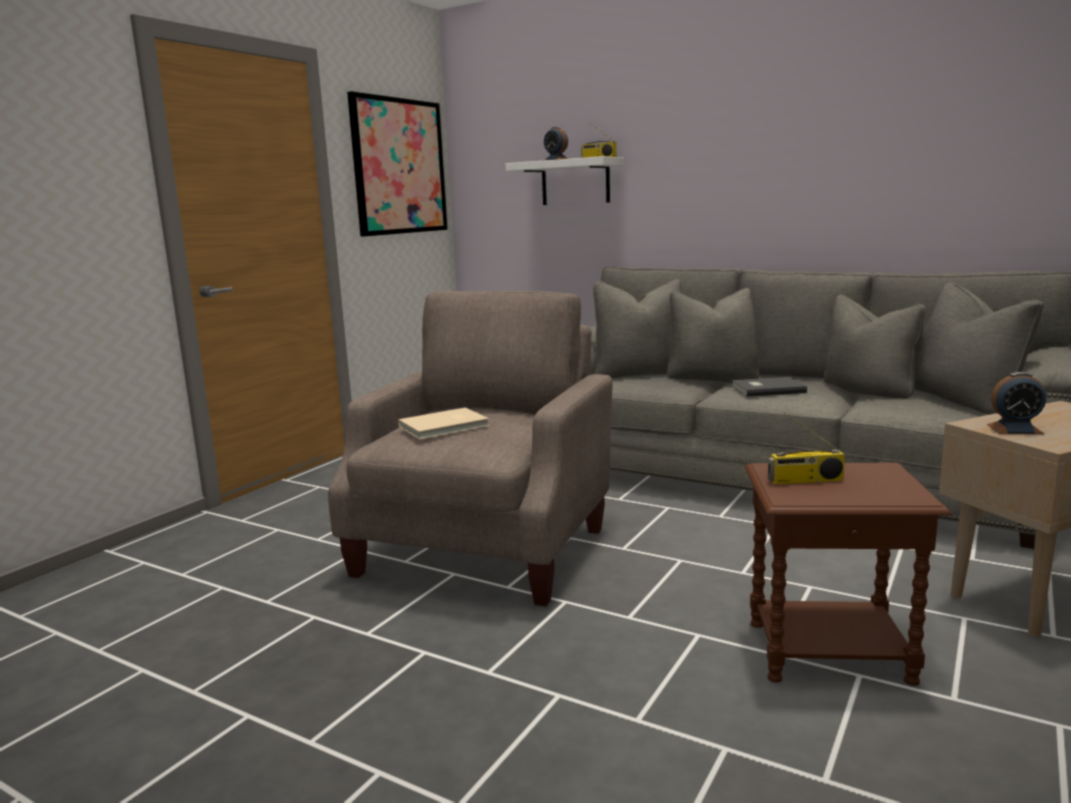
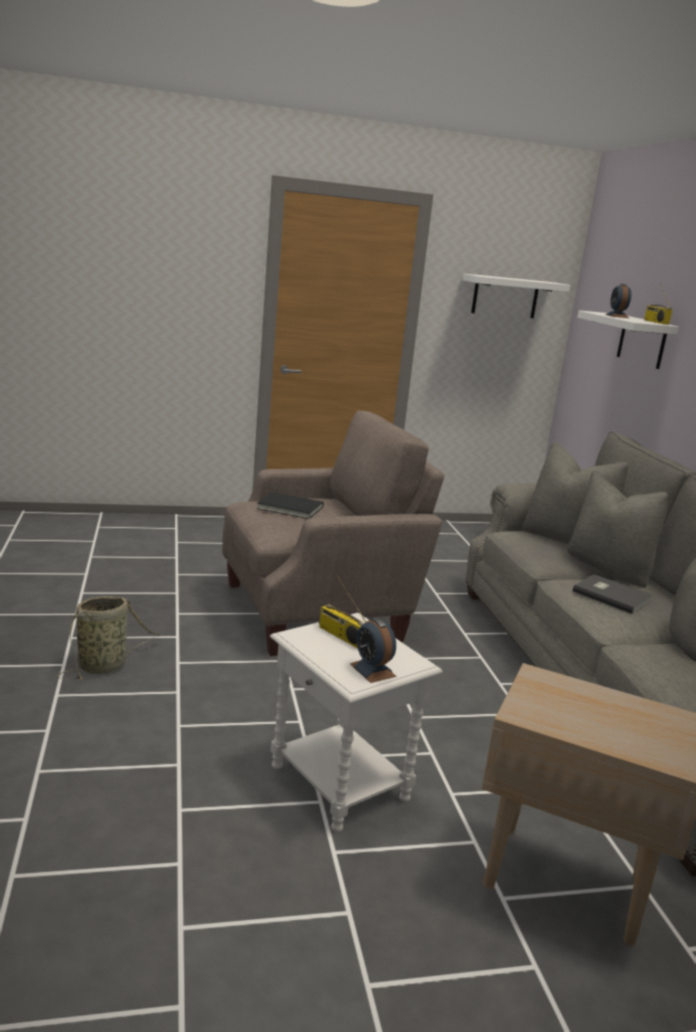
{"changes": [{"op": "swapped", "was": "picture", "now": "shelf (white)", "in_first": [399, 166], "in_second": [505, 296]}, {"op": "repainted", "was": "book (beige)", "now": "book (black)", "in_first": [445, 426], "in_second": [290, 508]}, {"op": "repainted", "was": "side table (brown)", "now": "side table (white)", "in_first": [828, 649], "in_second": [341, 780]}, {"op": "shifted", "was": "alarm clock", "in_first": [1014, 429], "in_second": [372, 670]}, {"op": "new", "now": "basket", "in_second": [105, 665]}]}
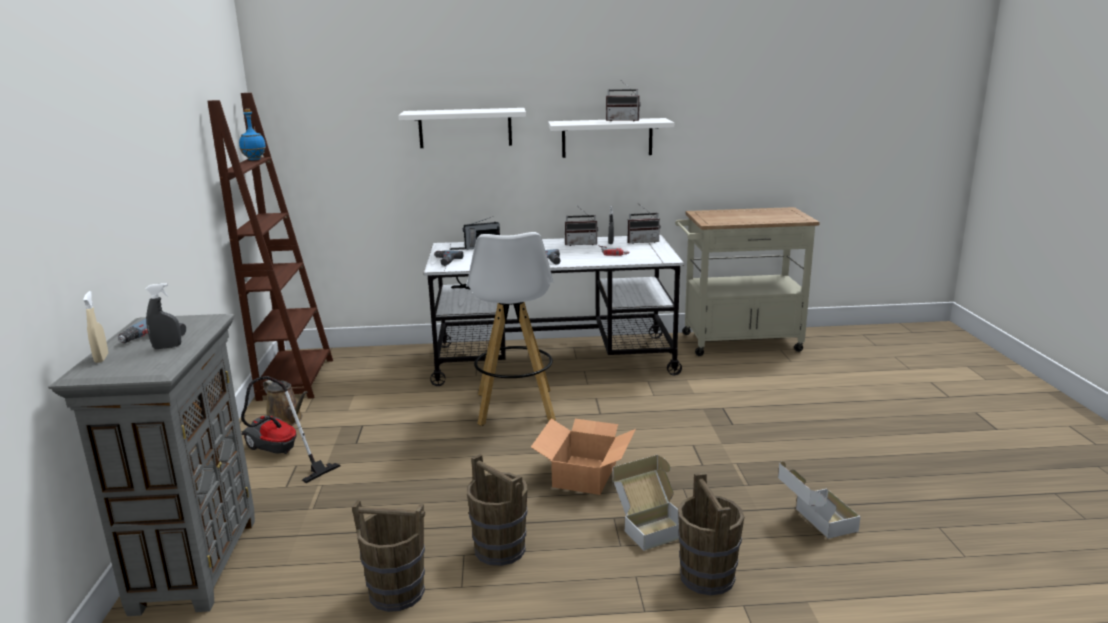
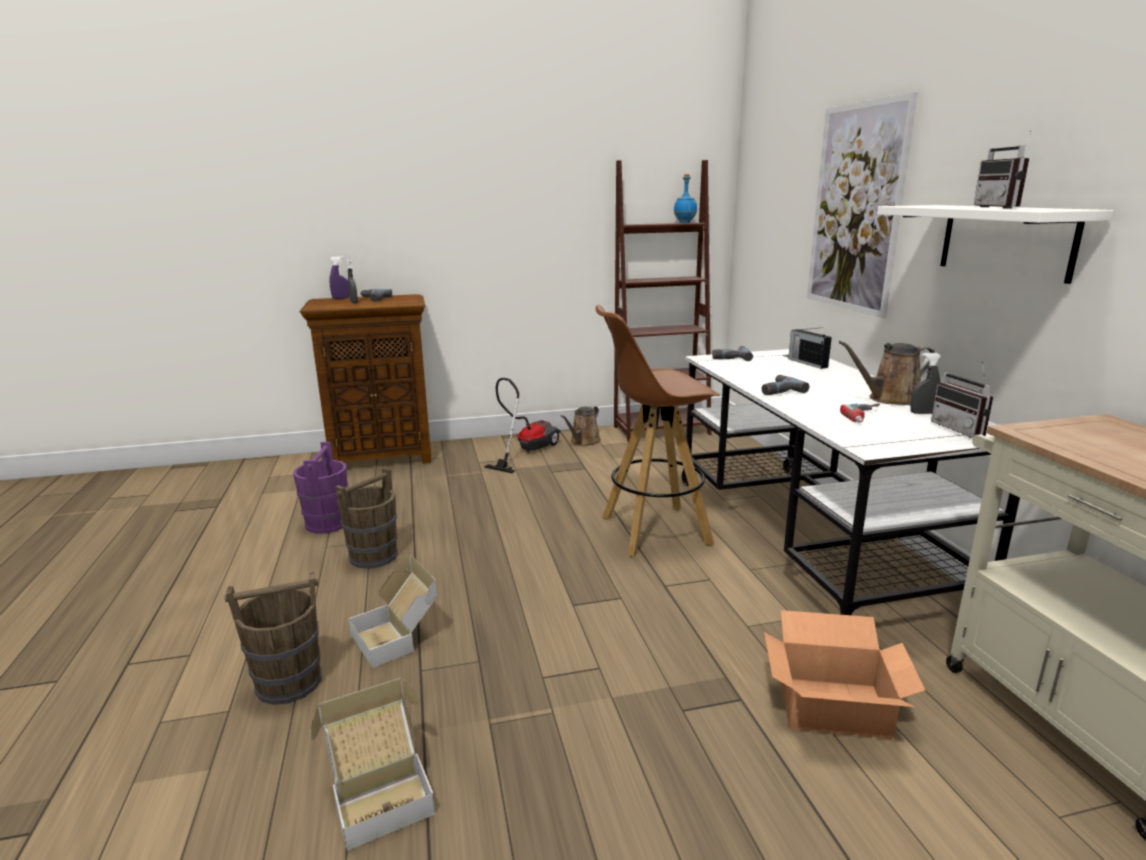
{"changes": [{"op": "repainted", "was": "cabinet (grey)", "now": "cabinet (brown)", "in_first": [195, 563], "in_second": [383, 458]}, {"op": "repainted", "was": "spray bottle (beige)", "now": "spray bottle (purple)", "in_first": [101, 358], "in_second": [340, 298]}, {"op": "repainted", "was": "bucket (brown)", "now": "bucket (purple)", "in_first": [396, 592], "in_second": [328, 523]}, {"op": "swapped", "was": "shelf (white)", "now": "picture", "in_first": [465, 128], "in_second": [856, 209]}, {"op": "repainted", "was": "stool (white)", "now": "stool (brown)", "in_first": [514, 408], "in_second": [653, 530]}, {"op": "shifted", "was": "cardboard box", "in_first": [585, 474], "in_second": [834, 707]}, {"op": "swapped", "was": "radio", "now": "watering can (brown)", "in_first": [581, 244], "in_second": [890, 399]}]}
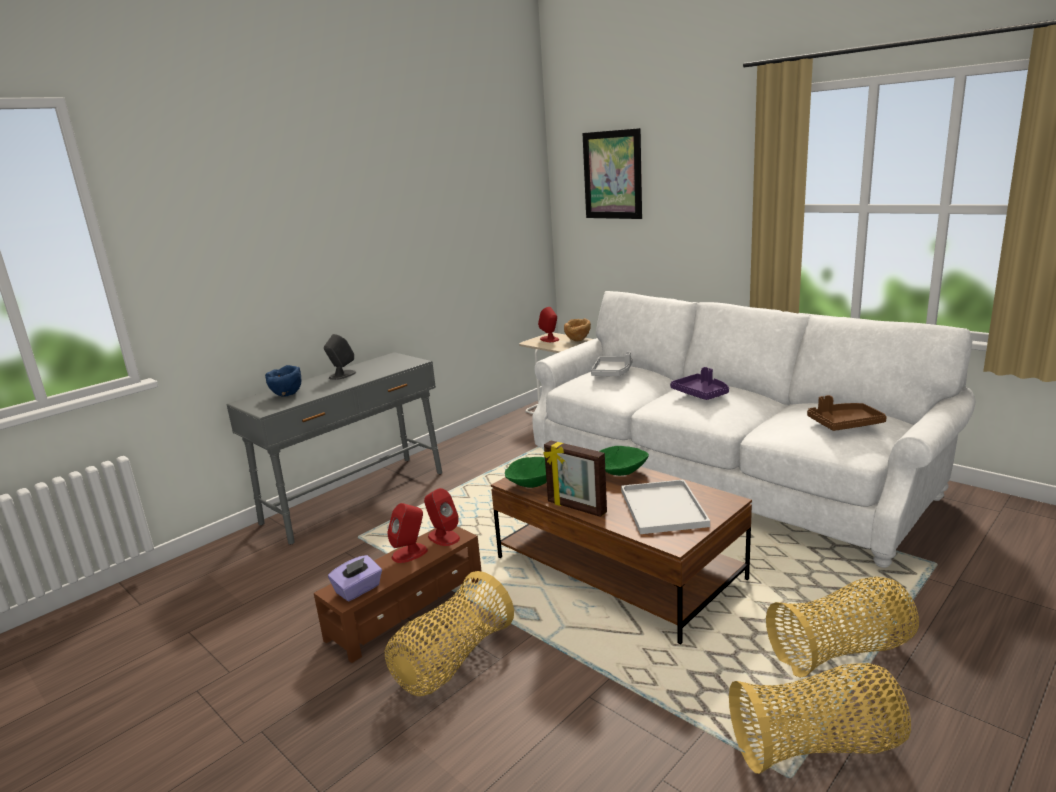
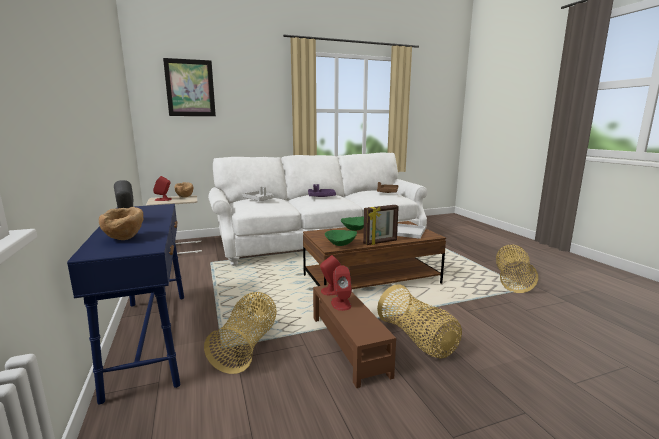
{"changes": [{"op": "repainted", "was": "console table (grey)", "now": "console table (blue)", "in_first": [356, 498], "in_second": [152, 338]}, {"op": "repainted", "was": "bowl (blue)", "now": "bowl (brown)", "in_first": [287, 395], "in_second": [125, 239]}, {"op": "gone", "was": "tissue box (purple)", "in_first": [358, 590]}, {"op": "shifted", "was": "basket", "in_first": [842, 652], "in_second": [247, 346]}]}
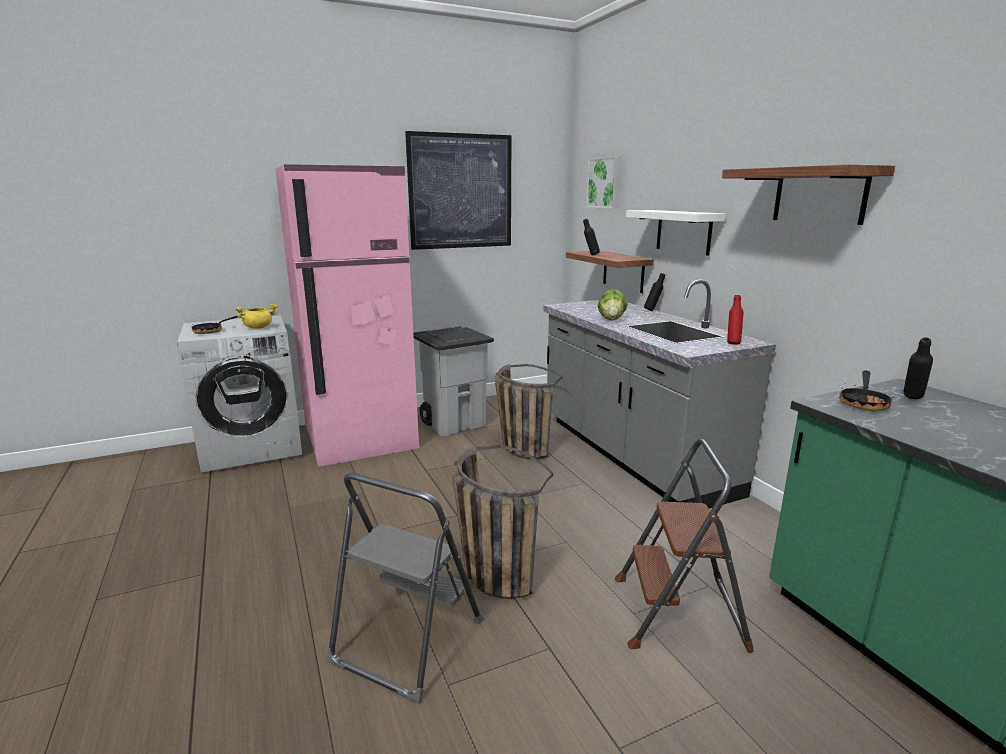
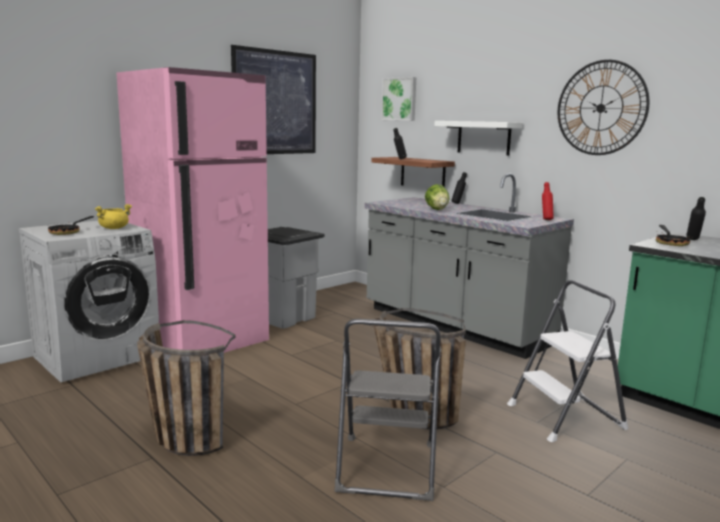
{"changes": [{"op": "shifted", "was": "basket", "in_first": [518, 445], "in_second": [178, 436]}, {"op": "repainted", "was": "step ladder (brown)", "now": "step ladder (white)", "in_first": [684, 613], "in_second": [569, 416]}, {"op": "swapped", "was": "shelf", "now": "wall clock", "in_first": [819, 195], "in_second": [601, 108]}]}
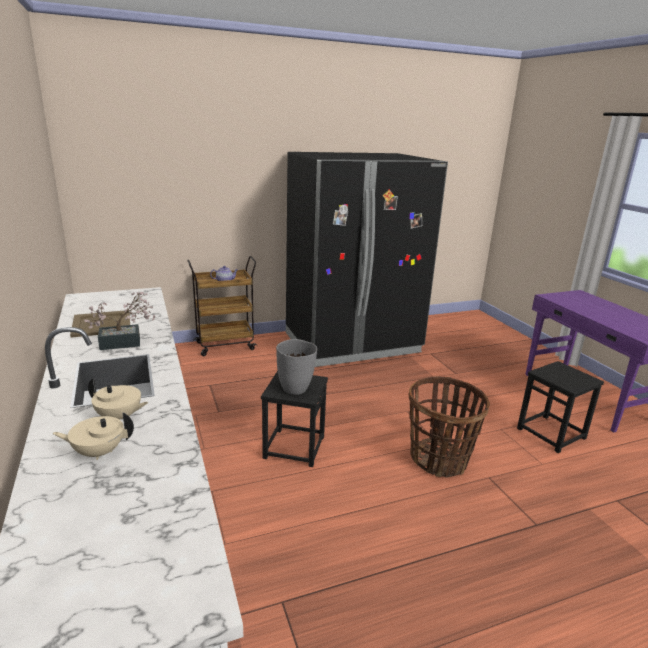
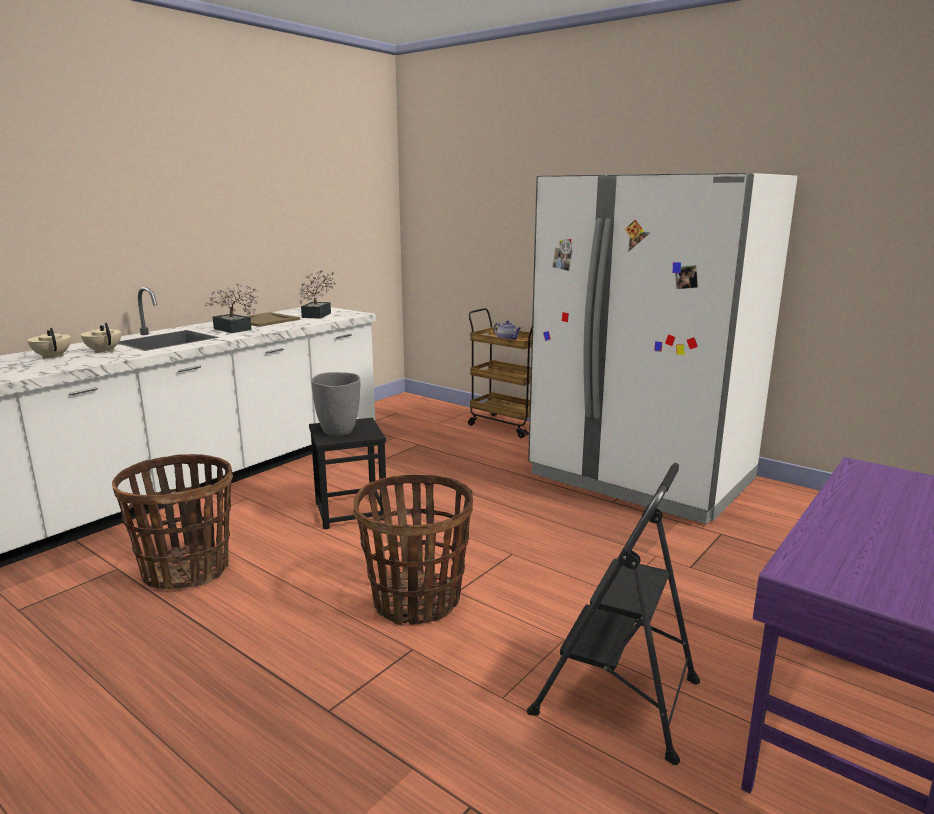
{"changes": [{"op": "rotated", "was": "teapot (beige)", "in_first": [119, 417], "in_second": [104, 351], "clockwise": 150}, {"op": "repainted", "was": "fridge (black)", "now": "fridge (white)", "in_first": [352, 343], "in_second": [641, 477]}, {"op": "swapped", "was": "stool (black)", "now": "step ladder (black)", "in_first": [551, 433], "in_second": [621, 697]}, {"op": "new", "now": "basket", "in_second": [186, 570]}, {"op": "new", "now": "potted plant", "in_second": [318, 314]}]}
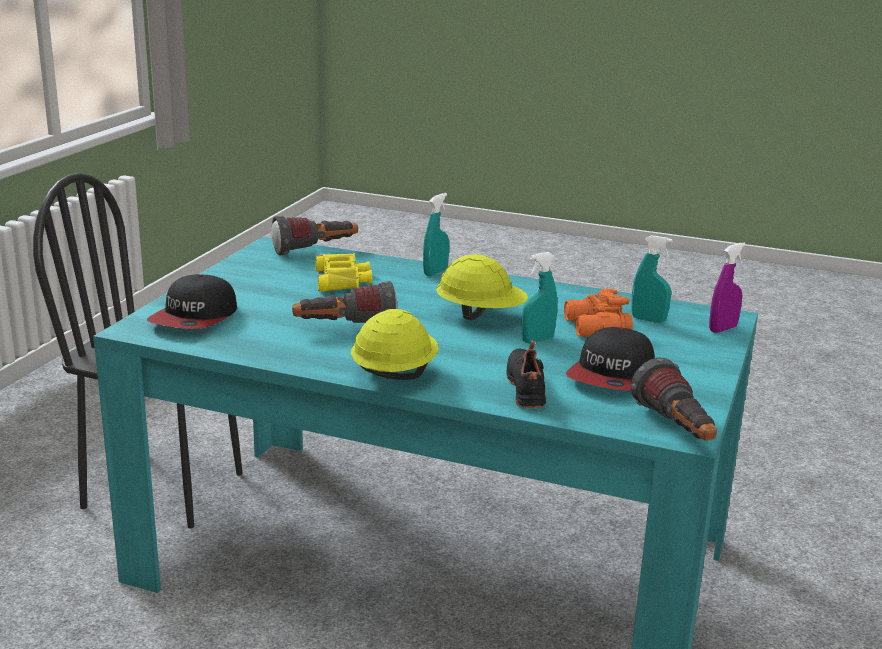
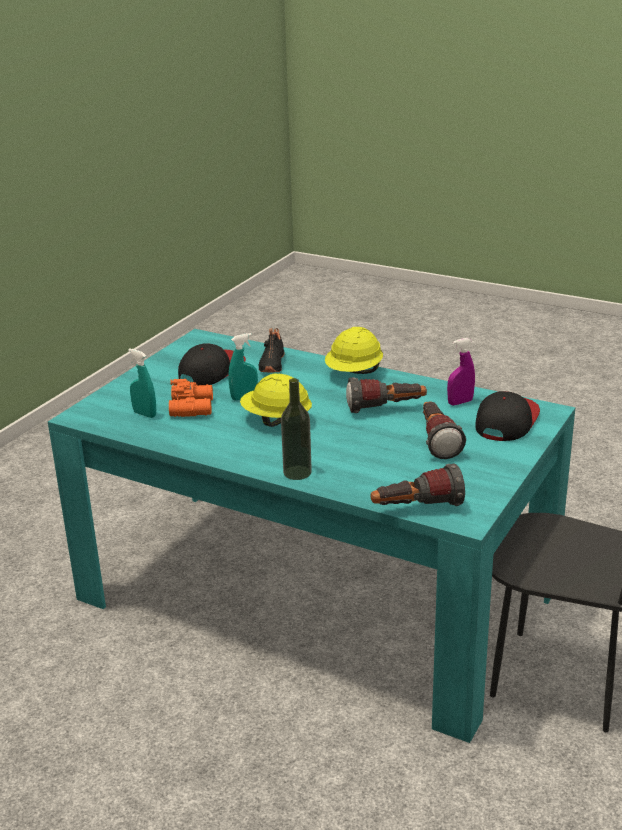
{"changes": [{"op": "gone", "was": "binoculars (yellow)", "in_first": [342, 280]}, {"op": "swapped", "was": "spray bottle (turquoise)", "now": "bottle", "in_first": [435, 272], "in_second": [297, 472]}, {"op": "shifted", "was": "flashlight", "in_first": [676, 431], "in_second": [437, 441]}, {"op": "shifted", "was": "spray bottle (purple)", "in_first": [722, 329], "in_second": [460, 402]}]}
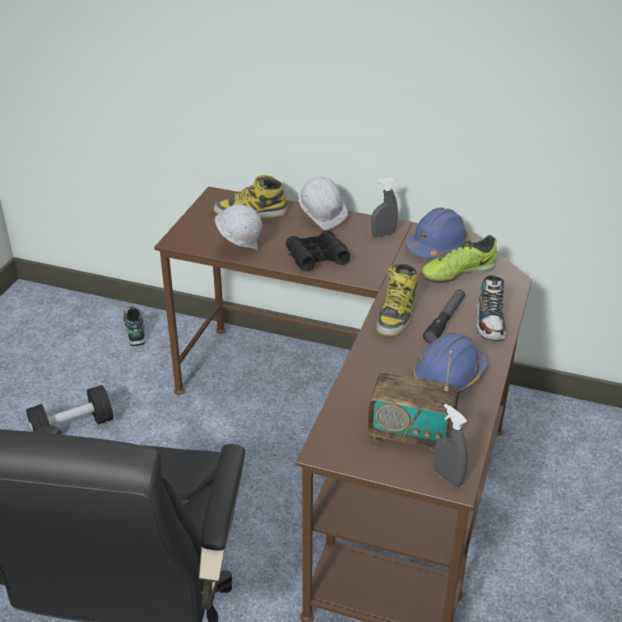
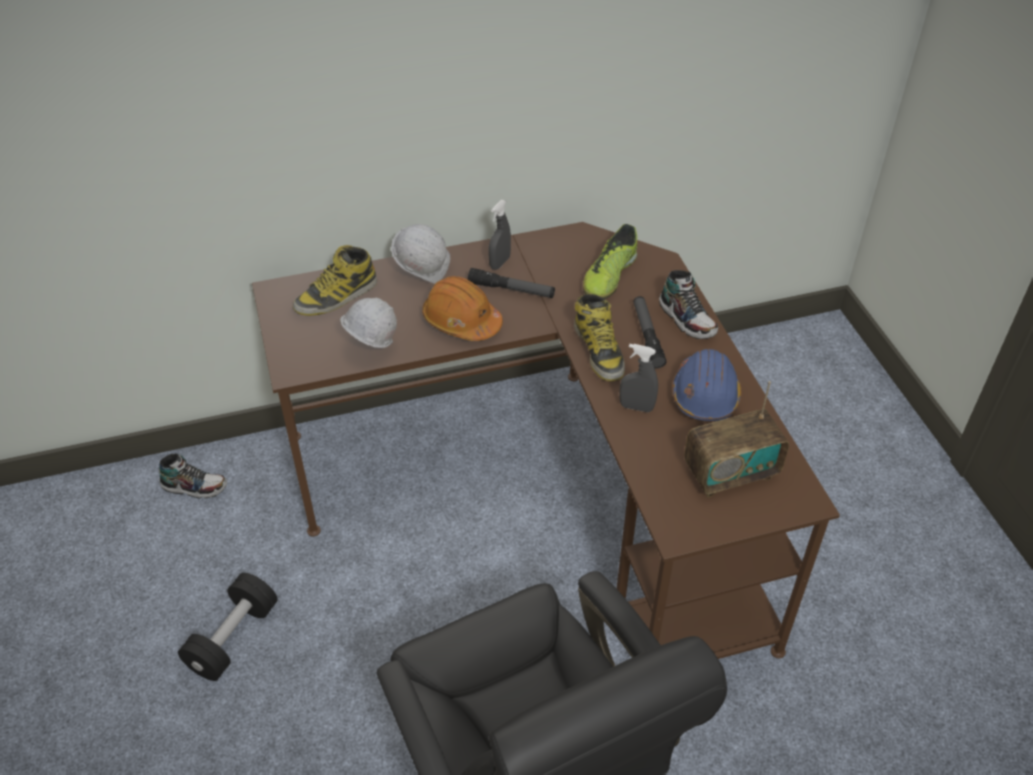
{"changes": [{"op": "rotated", "was": "shoe", "in_first": [134, 331], "in_second": [195, 486], "clockwise": 150}, {"op": "swapped", "was": "binoculars (black)", "now": "hard hat (orange)", "in_first": [317, 257], "in_second": [461, 321]}, {"op": "gone", "was": "hard hat (blue)", "in_first": [436, 246]}, {"op": "shifted", "was": "spray bottle (grey)", "in_first": [447, 477], "in_second": [636, 407]}, {"op": "new", "now": "flashlight", "in_second": [511, 289]}]}
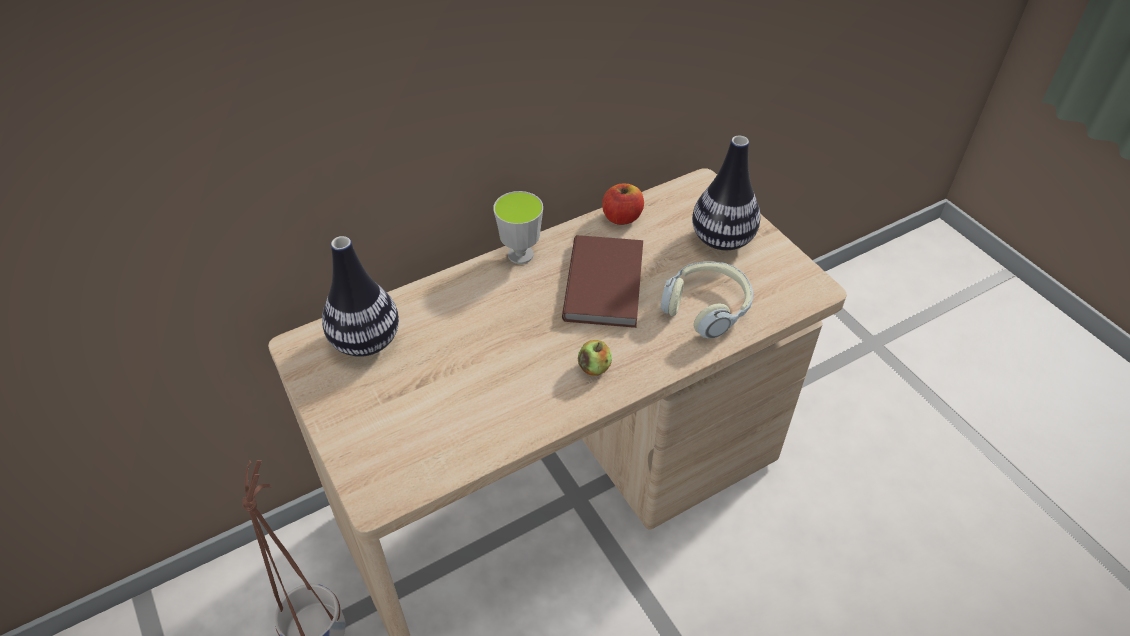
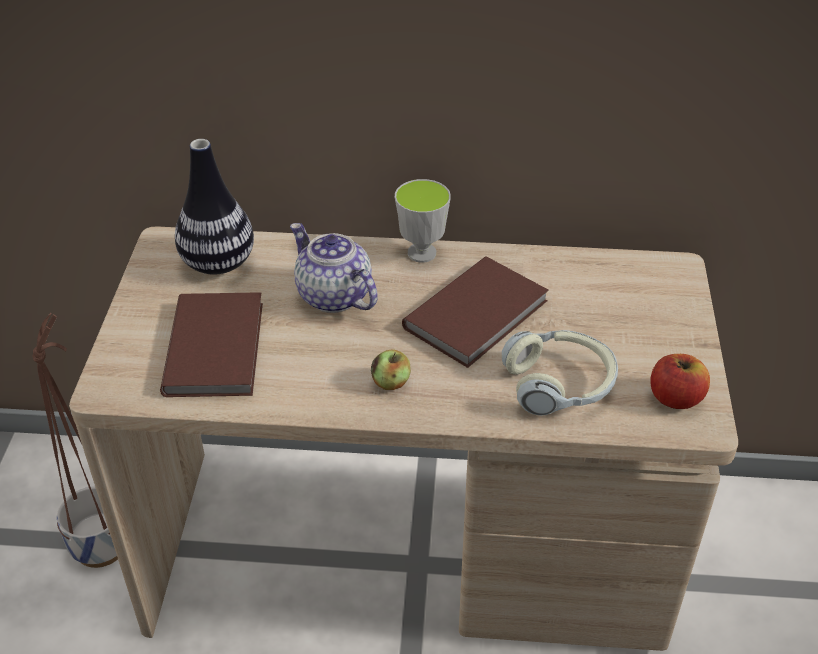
{"changes": [{"op": "shifted", "was": "apple", "in_first": [622, 217], "in_second": [675, 398]}, {"op": "gone", "was": "vase", "in_first": [721, 239]}, {"op": "new", "now": "book (brown)", "in_second": [218, 346]}, {"op": "new", "now": "teapot", "in_second": [333, 296]}]}
